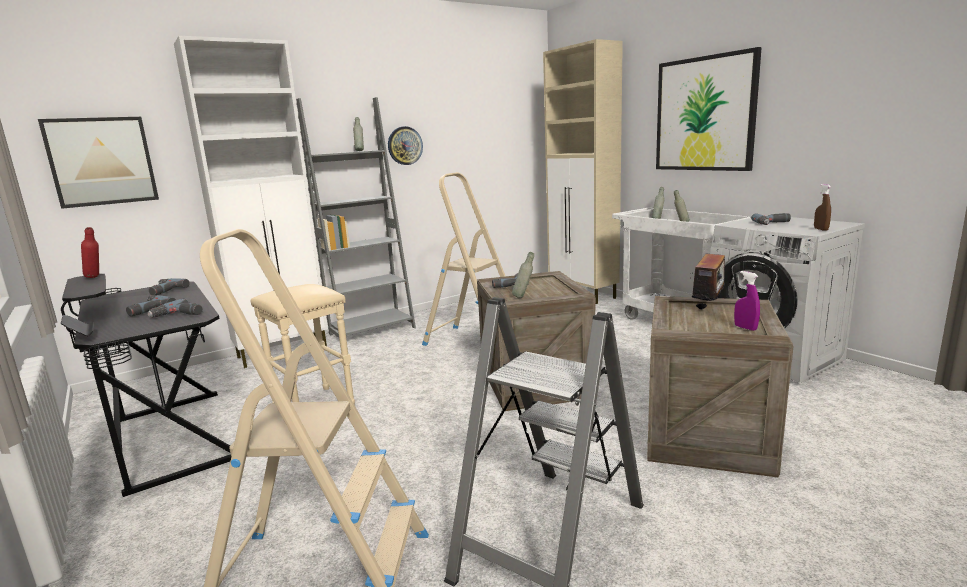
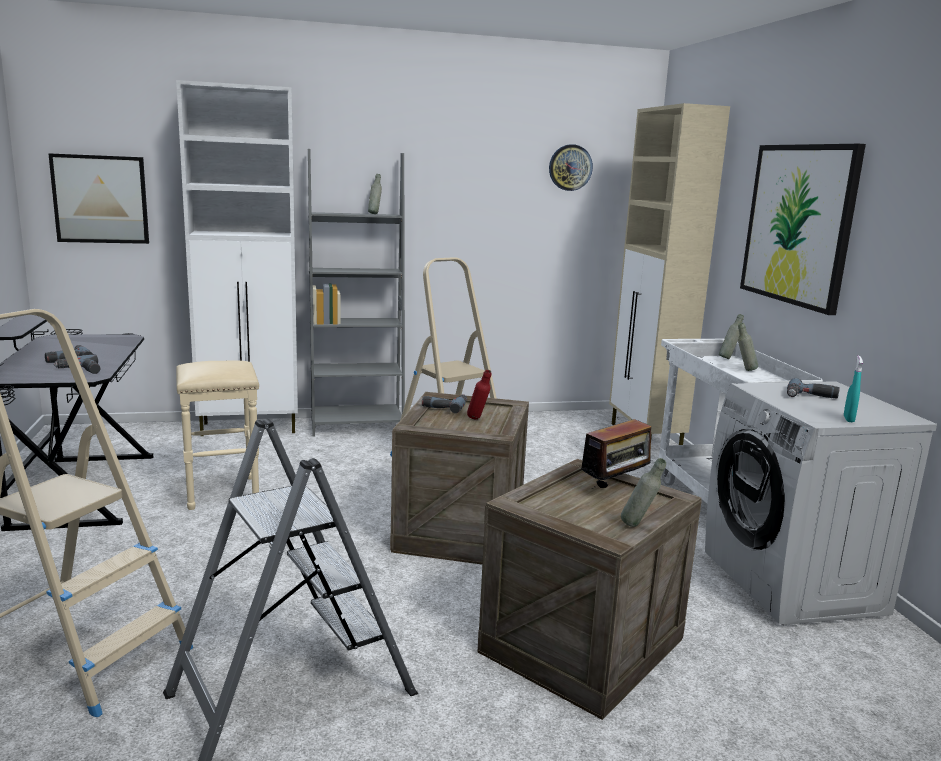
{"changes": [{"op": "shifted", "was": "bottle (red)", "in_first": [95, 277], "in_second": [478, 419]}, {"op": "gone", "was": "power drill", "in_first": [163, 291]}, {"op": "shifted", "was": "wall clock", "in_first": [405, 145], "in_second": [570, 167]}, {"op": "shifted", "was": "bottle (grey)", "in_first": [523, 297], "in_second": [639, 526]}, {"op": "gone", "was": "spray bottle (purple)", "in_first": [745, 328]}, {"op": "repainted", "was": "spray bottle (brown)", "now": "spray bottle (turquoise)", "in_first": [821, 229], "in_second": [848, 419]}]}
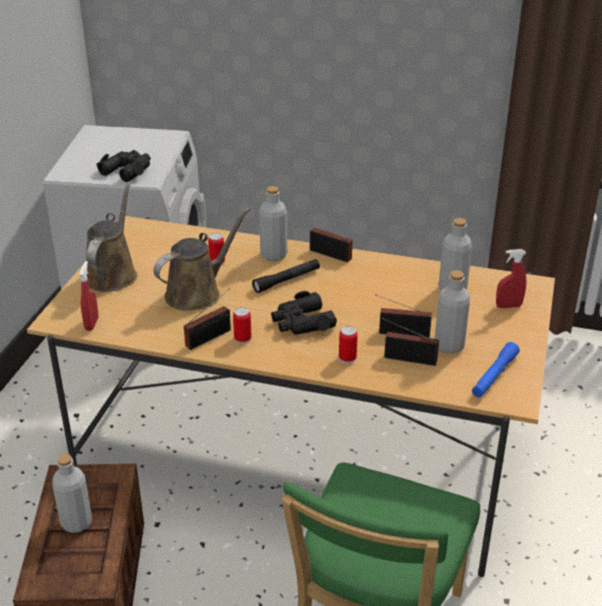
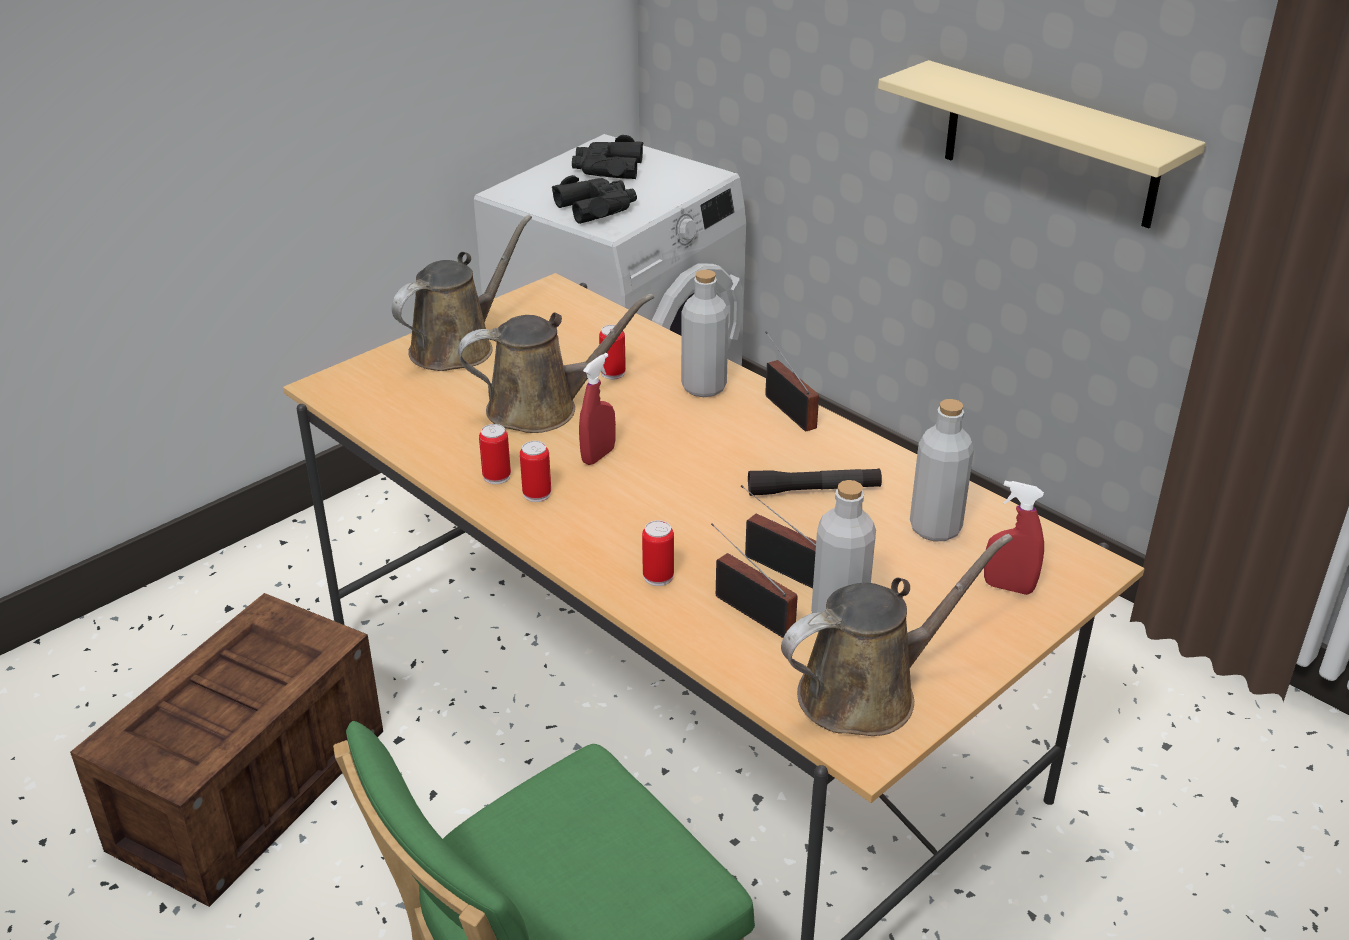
{"changes": [{"op": "gone", "was": "bottle (grey)", "in_first": [76, 523]}, {"op": "shifted", "was": "spray bottle (red)", "in_first": [91, 324], "in_second": [598, 456]}, {"op": "swapped", "was": "radio", "now": "can", "in_first": [211, 337], "in_second": [496, 476]}, {"op": "shifted", "was": "flashlight (black)", "in_first": [287, 280], "in_second": [814, 490]}, {"op": "shifted", "was": "binoculars (black)", "in_first": [302, 322], "in_second": [607, 168]}, {"op": "swapped", "was": "flashlight (blue)", "now": "watering can (brown)", "in_first": [494, 375], "in_second": [868, 692]}, {"op": "new", "now": "shelf (beige)", "in_second": [1050, 145]}]}
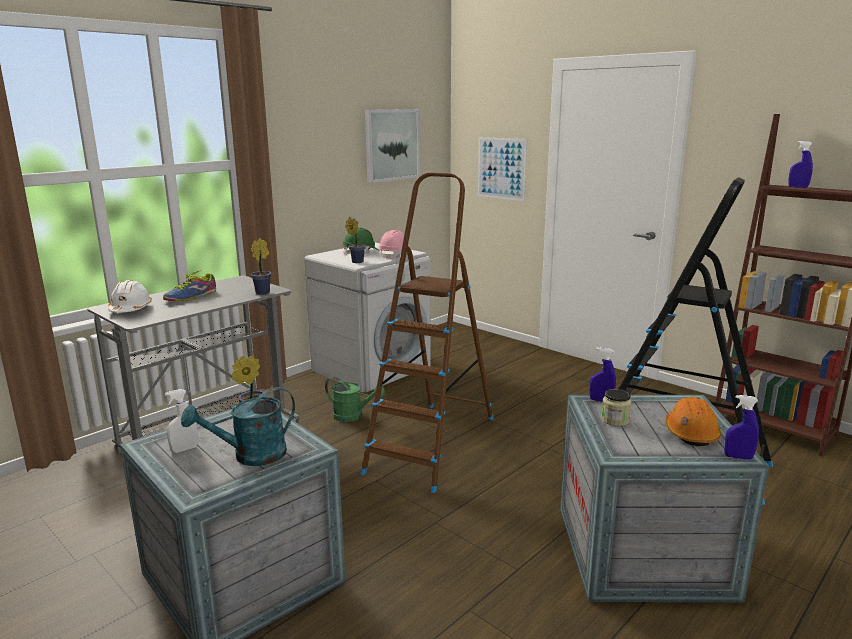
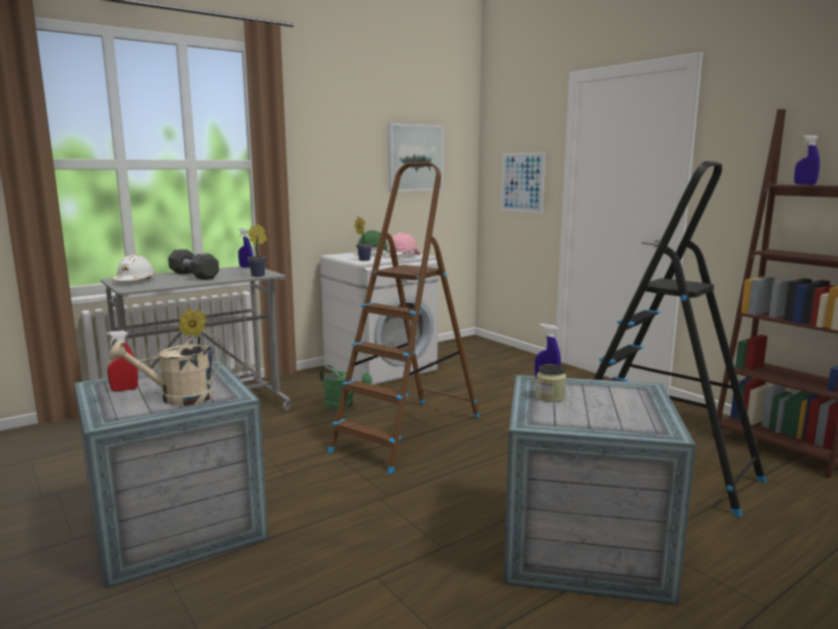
{"changes": [{"op": "swapped", "was": "shoe", "now": "dumbbell (black)", "in_first": [191, 297], "in_second": [194, 276]}, {"op": "repainted", "was": "spray bottle (white)", "now": "spray bottle (red)", "in_first": [184, 449], "in_second": [124, 389]}, {"op": "repainted", "was": "watering can (turquoise)", "now": "watering can (beige)", "in_first": [250, 456], "in_second": [177, 398]}, {"op": "gone", "was": "hard hat (orange)", "in_first": [691, 433]}, {"op": "shifted", "was": "spray bottle (blue)", "in_first": [738, 457], "in_second": [246, 267]}]}
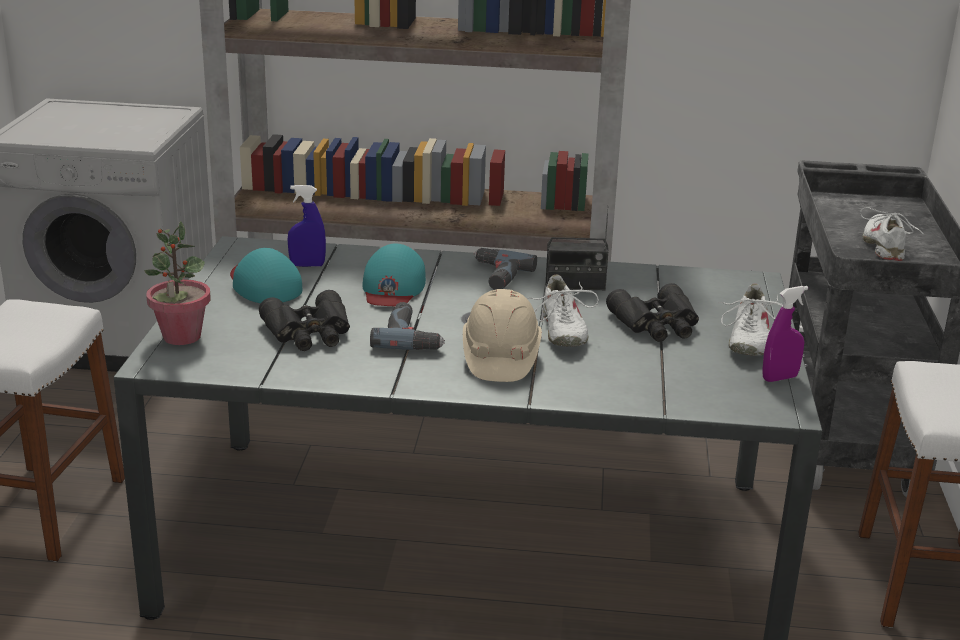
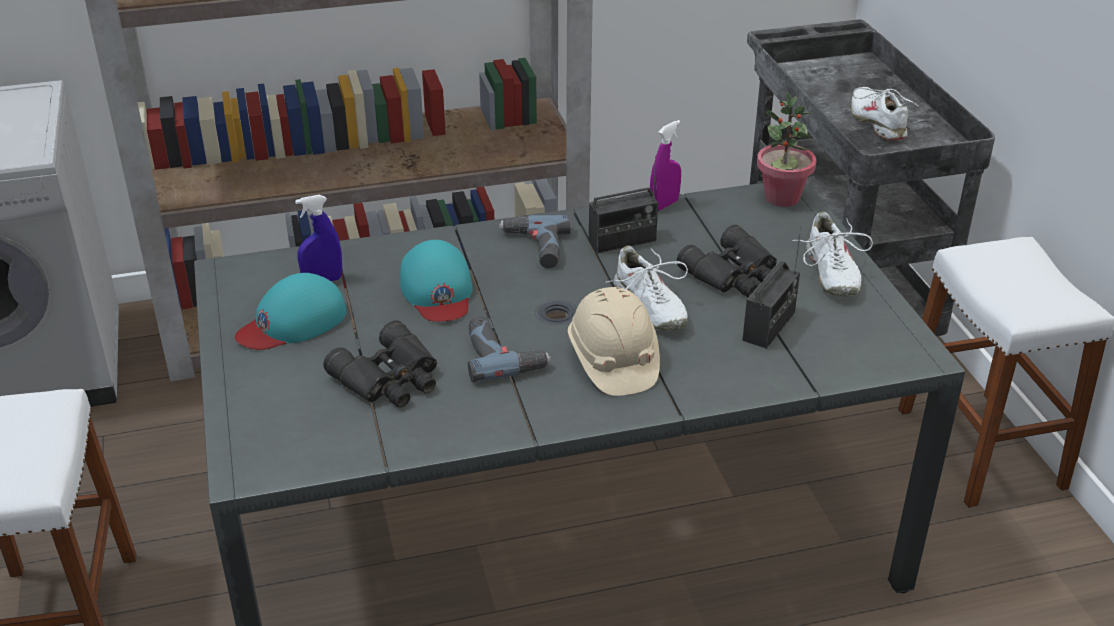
{"changes": [{"op": "shifted", "was": "potted plant", "in_first": [181, 337], "in_second": [781, 198]}, {"op": "rotated", "was": "cap (turquoise)", "in_first": [263, 285], "in_second": [293, 322], "clockwise": -75}, {"op": "shifted", "was": "spray bottle (purple)", "in_first": [780, 378], "in_second": [664, 205]}, {"op": "new", "now": "radio", "in_second": [769, 326]}]}
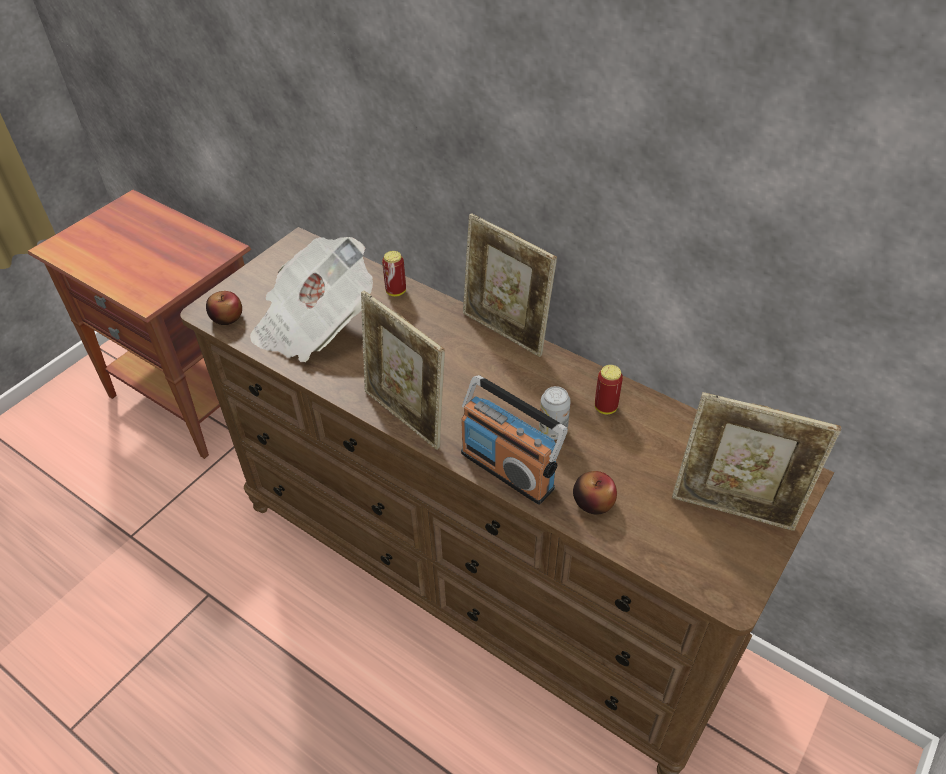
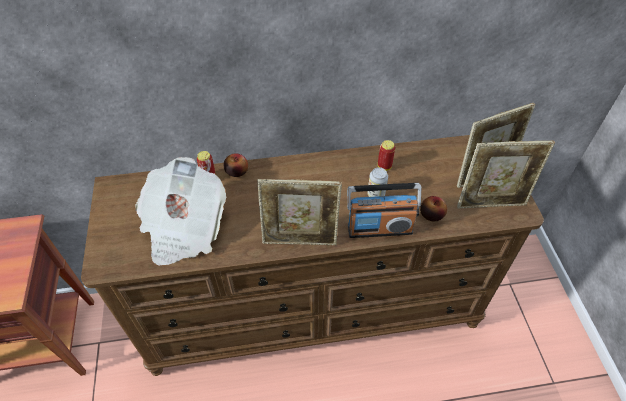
{"changes": [{"op": "shifted", "was": "apple", "in_first": [227, 318], "in_second": [237, 171]}, {"op": "shifted", "was": "picture frame", "in_first": [505, 332], "in_second": [491, 203]}]}
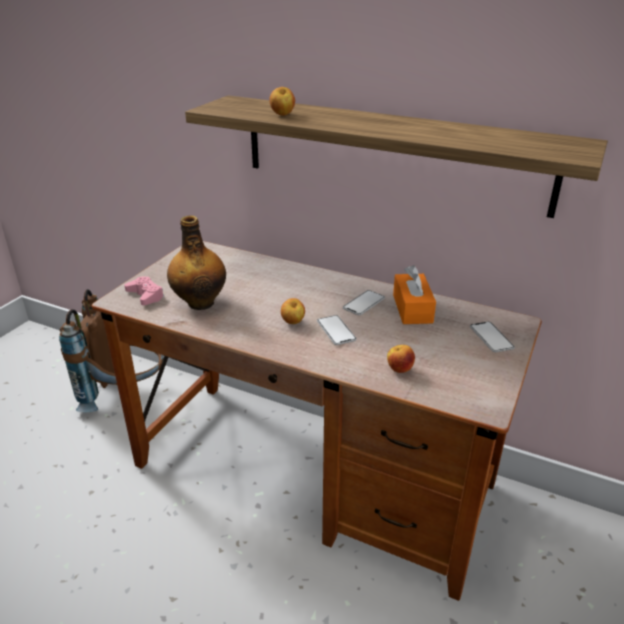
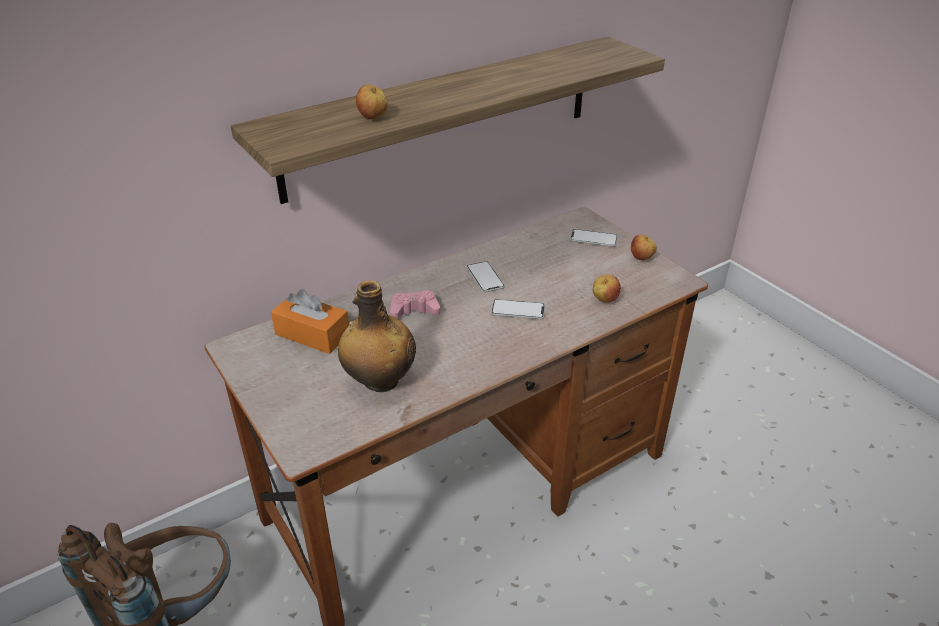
{"changes": [{"op": "shifted", "was": "game controller (pink)", "in_first": [145, 295], "in_second": [414, 310]}, {"op": "shifted", "was": "apple", "in_first": [293, 323], "in_second": [641, 258]}, {"op": "shifted", "was": "tissue box (orange)", "in_first": [412, 308], "in_second": [312, 334]}]}
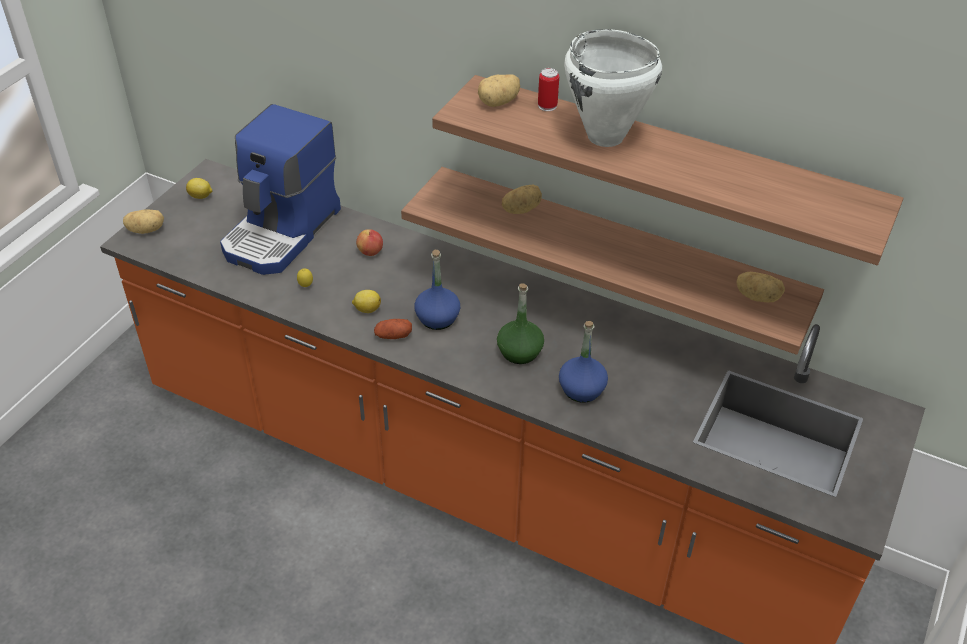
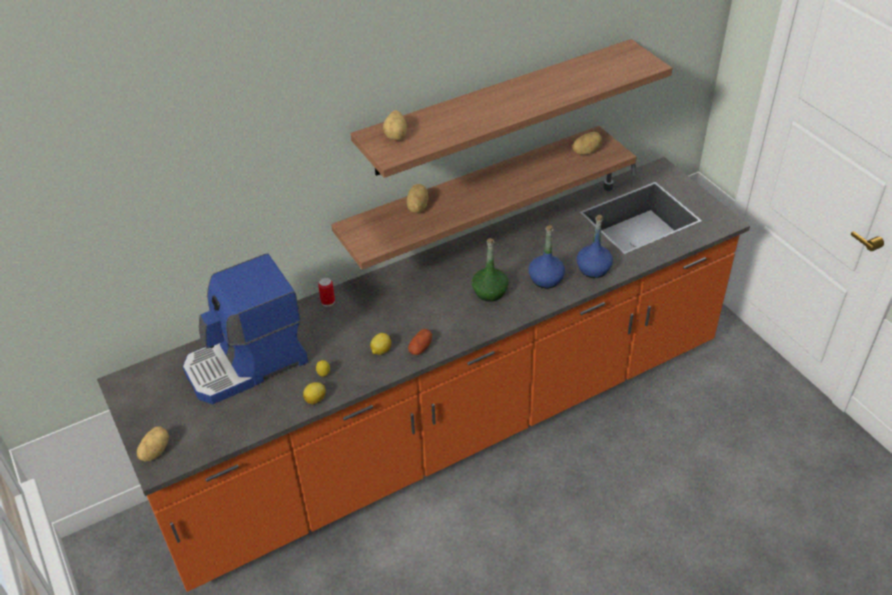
{"changes": [{"op": "shifted", "was": "lemon", "in_first": [201, 196], "in_second": [316, 399]}, {"op": "rotated", "was": "coffee machine", "in_first": [283, 232], "in_second": [247, 365], "clockwise": 90}, {"op": "gone", "was": "apple", "in_first": [370, 252]}, {"op": "shifted", "was": "bottle (blue)", "in_first": [437, 318], "in_second": [593, 269]}, {"op": "shifted", "was": "can", "in_first": [547, 106], "in_second": [328, 301]}, {"op": "gone", "was": "cooking pot (white)", "in_first": [605, 137]}]}
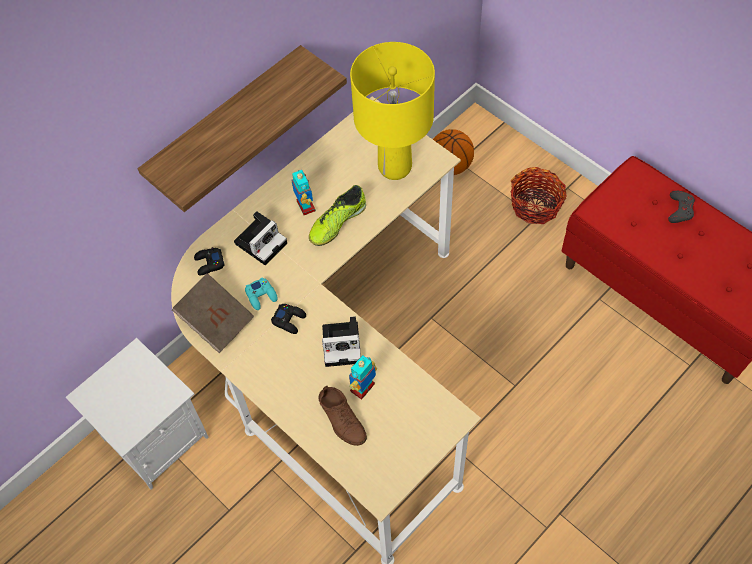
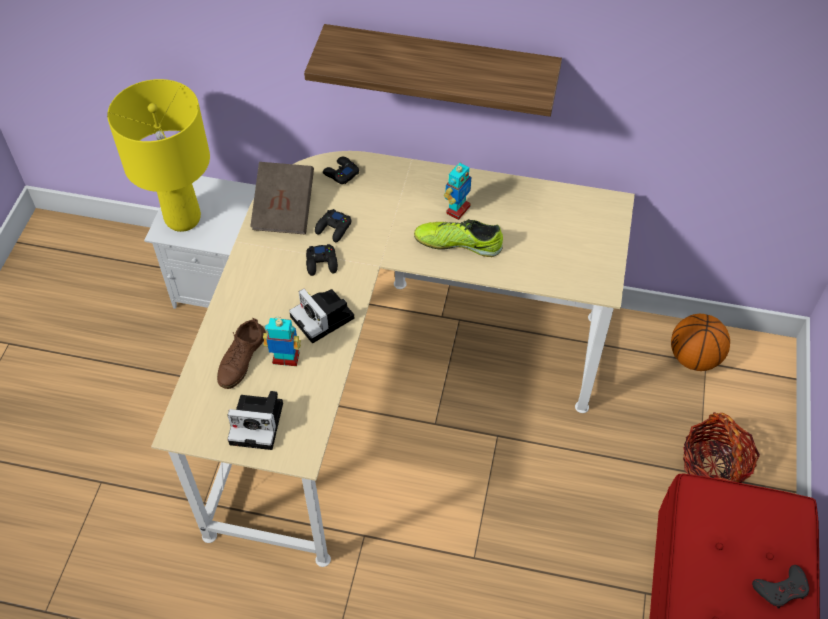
{"changes": [{"op": "shifted", "was": "photo camera", "in_first": [261, 241], "in_second": [259, 423]}, {"op": "repainted", "was": "game controller (turquoise)", "now": "game controller (black)", "in_first": [261, 296], "in_second": [333, 228]}, {"op": "shifted", "was": "table lamp (yellow)", "in_first": [395, 167], "in_second": [183, 218]}]}
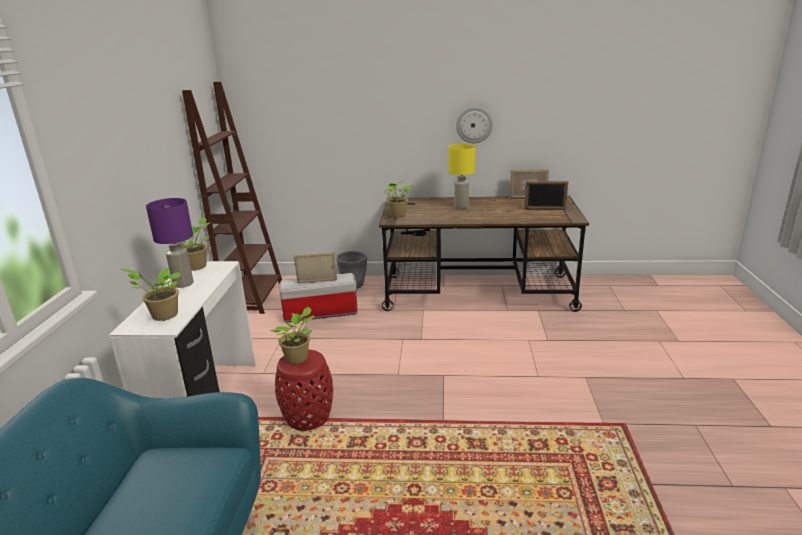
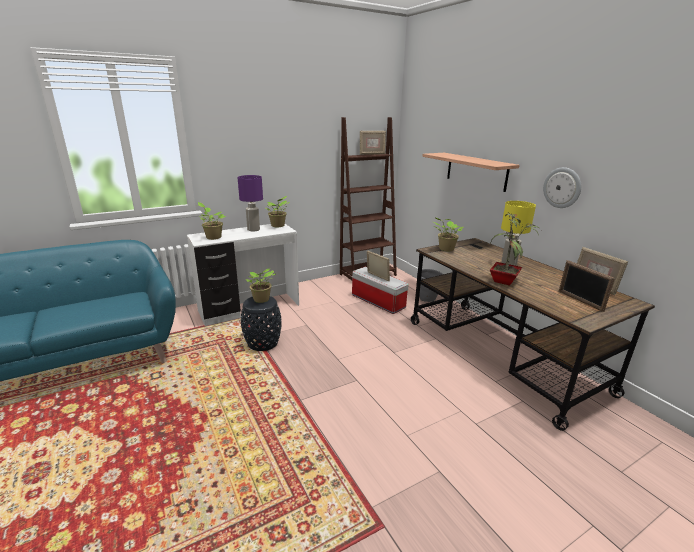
{"changes": [{"op": "repainted", "was": "stool (red)", "now": "stool (black)", "in_first": [308, 417], "in_second": [262, 343]}, {"op": "new", "now": "picture frame", "in_second": [372, 154]}, {"op": "new", "now": "shelf", "in_second": [476, 171]}, {"op": "new", "now": "potted plant", "in_second": [505, 281]}]}
